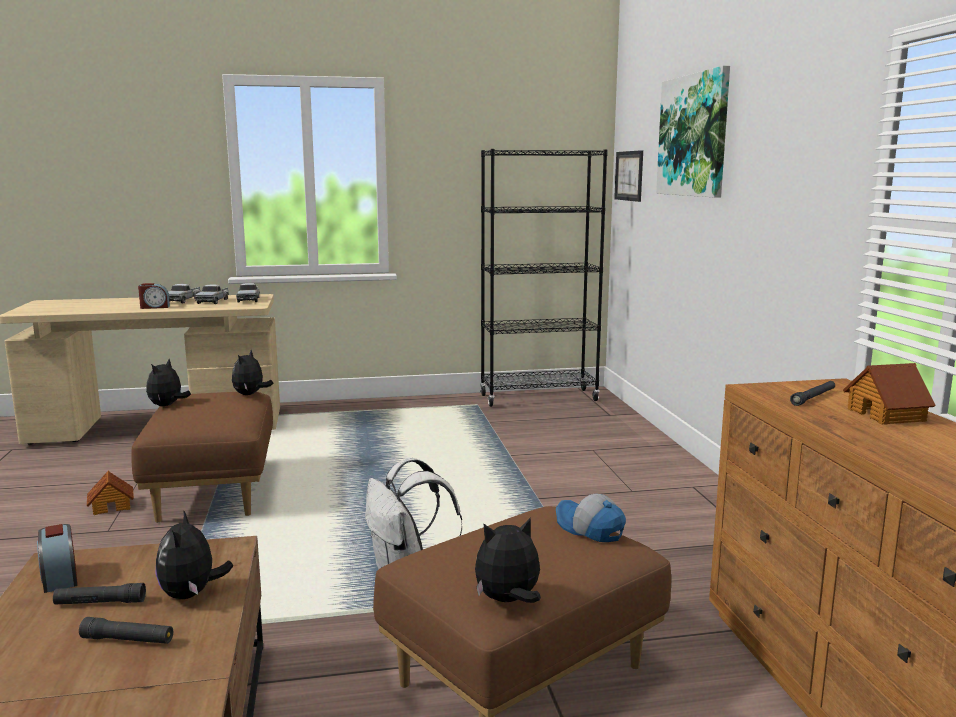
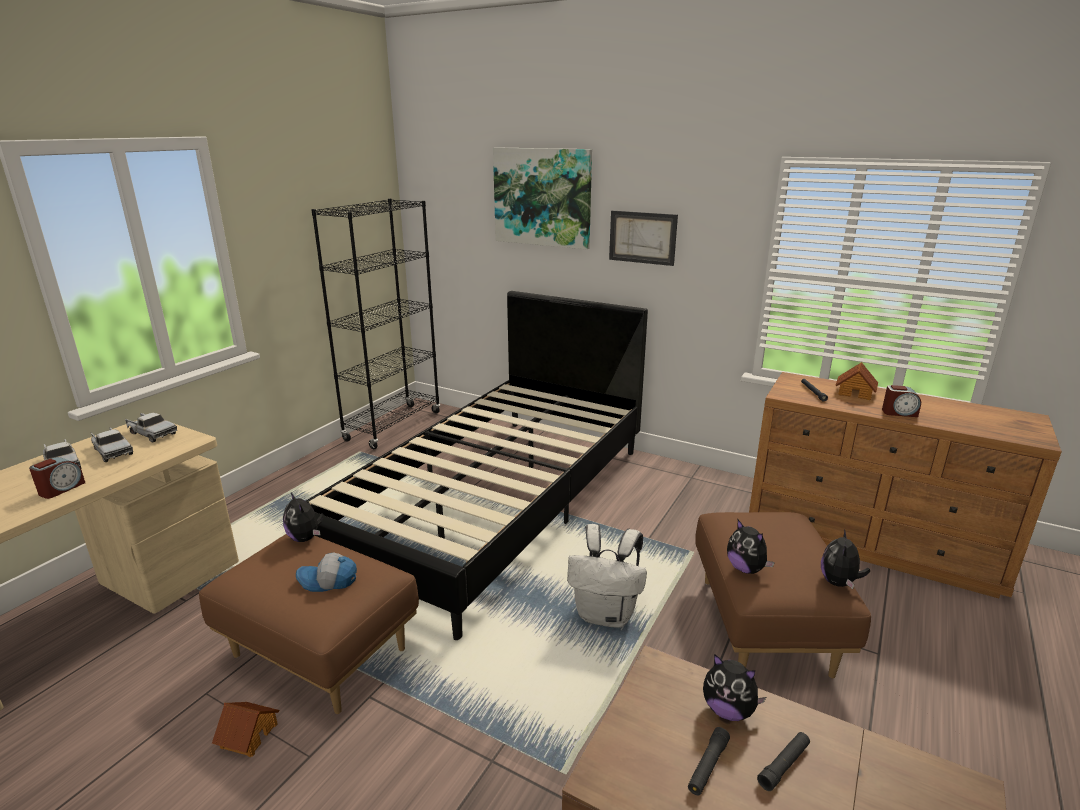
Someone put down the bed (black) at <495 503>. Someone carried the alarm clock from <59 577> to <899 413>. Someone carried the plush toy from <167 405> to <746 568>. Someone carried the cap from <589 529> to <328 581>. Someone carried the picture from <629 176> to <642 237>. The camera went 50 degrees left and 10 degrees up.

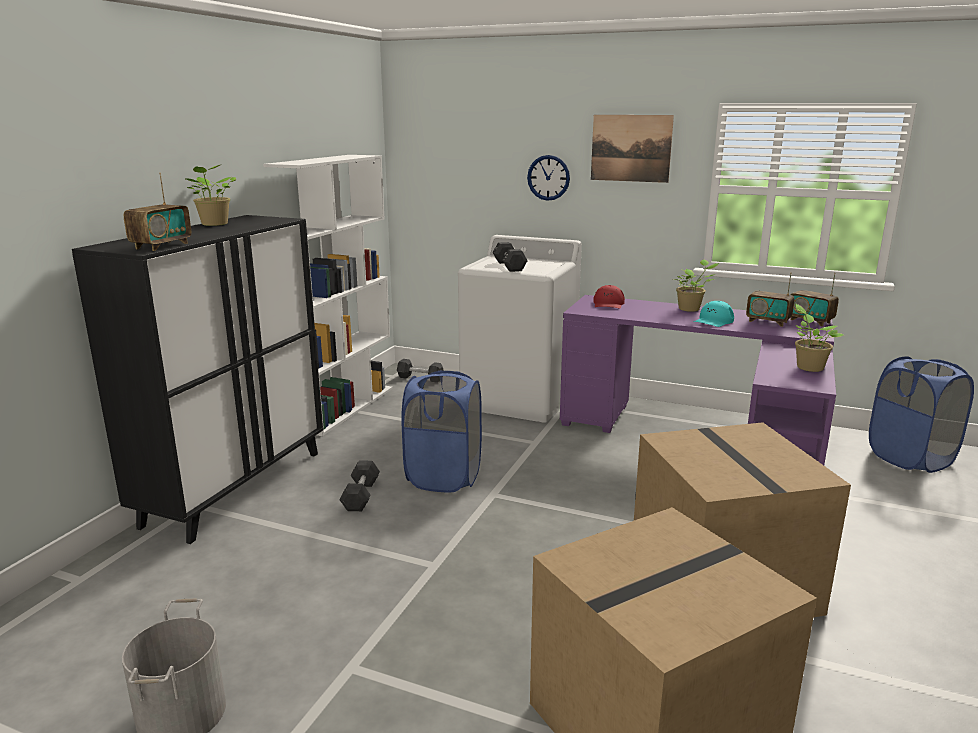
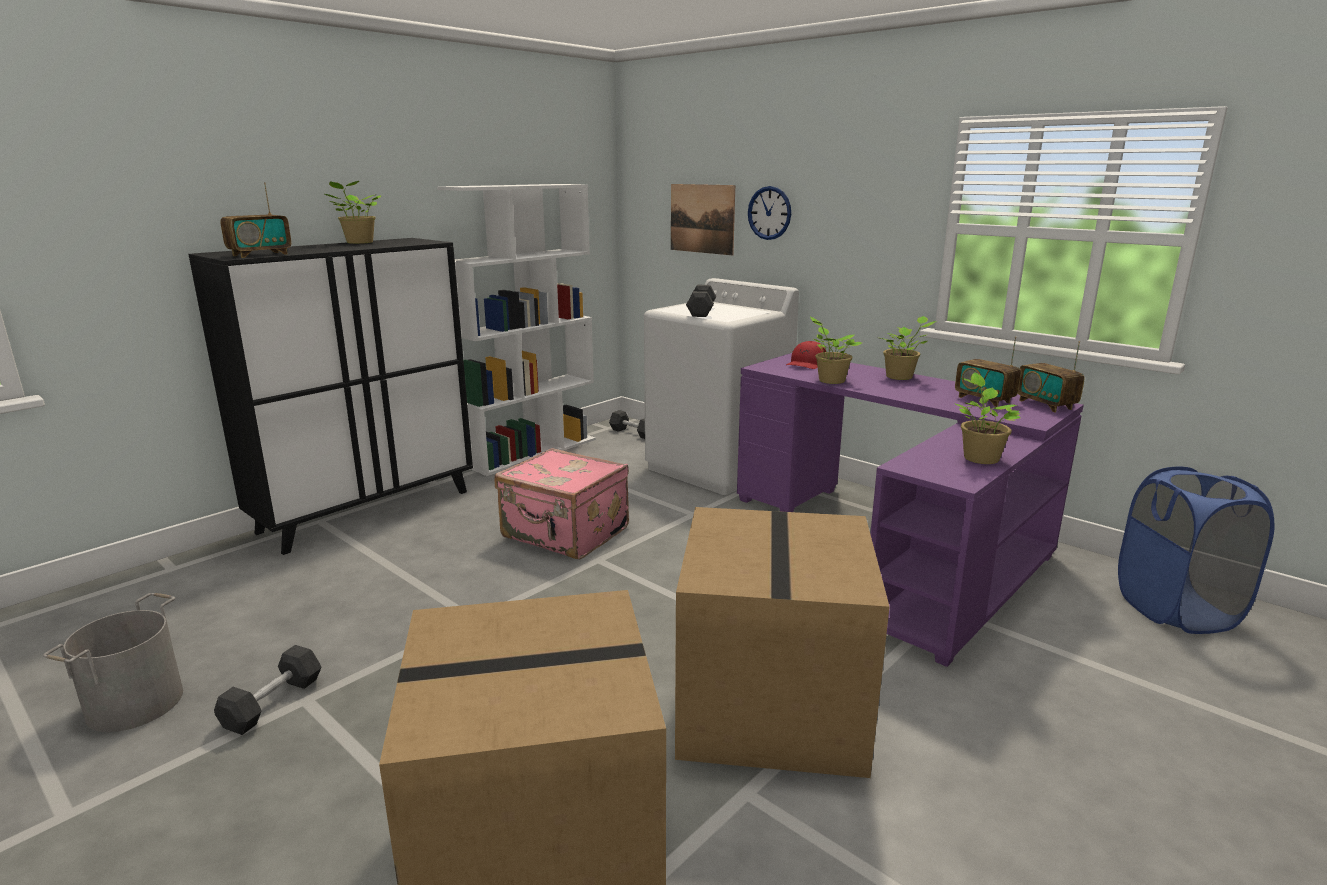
Someone took away the cap (turquoise) at <713 321>. Someone put down the potted plant at <829 380>. Someone carried the dumbbell (black) from <361 495> to <273 703>. Someone carried the picture from <631 148> to <702 218>. Someone swapped the laundry basket (blue) at <444 477> for the suitcase (pink) at <565 534>. The camera went 20 degrees right and 0 degrees up.

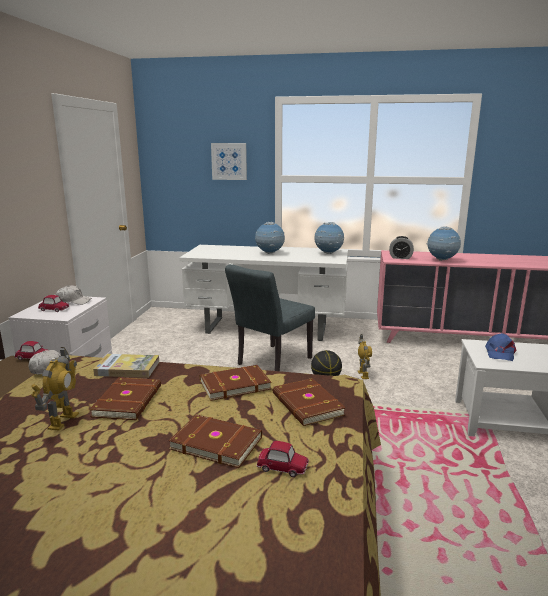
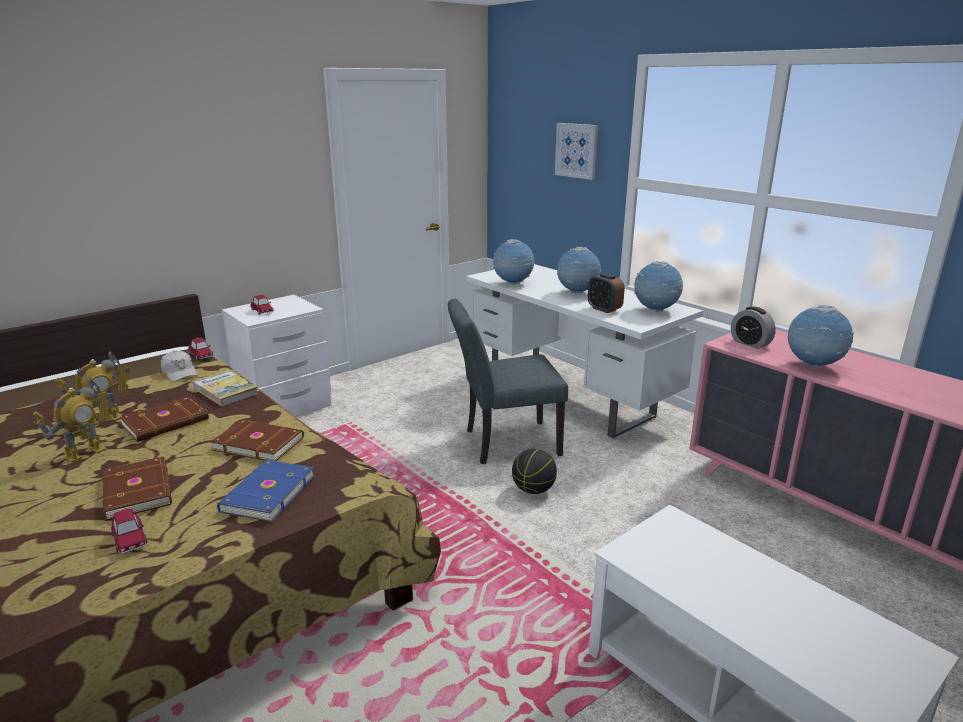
Someone took away the cap (white) at <74 301>. Someone took away the cap (blue) at <499 353>. Someone put down the globe at <513 284>. Someone put down the alarm clock at <604 309>. Someone carried the toy robot from <363 375> to <86 453>. Someone repainted the book (brown) at <306 405>, which became the book (blue) at <266 493>. The camera went 40 degrees right and 5 degrees up.

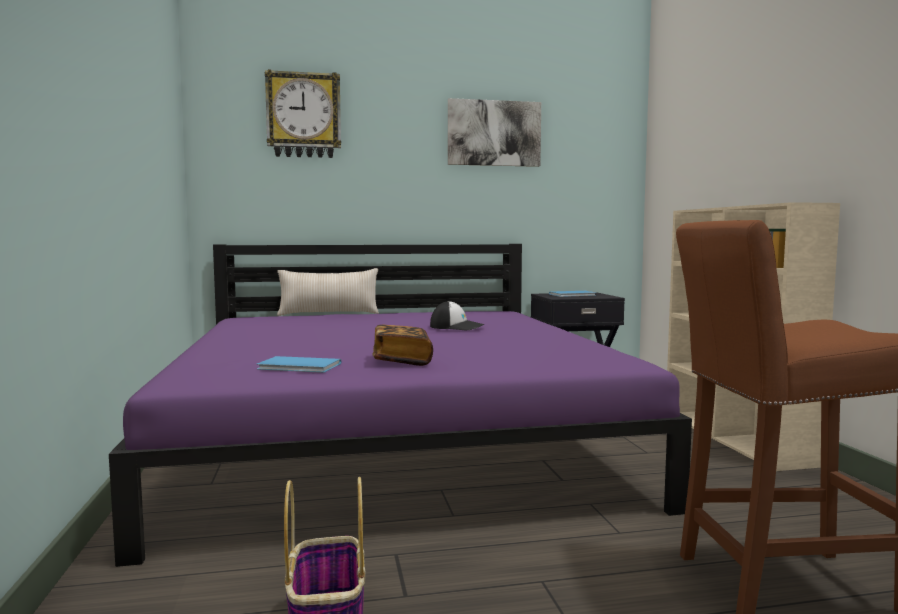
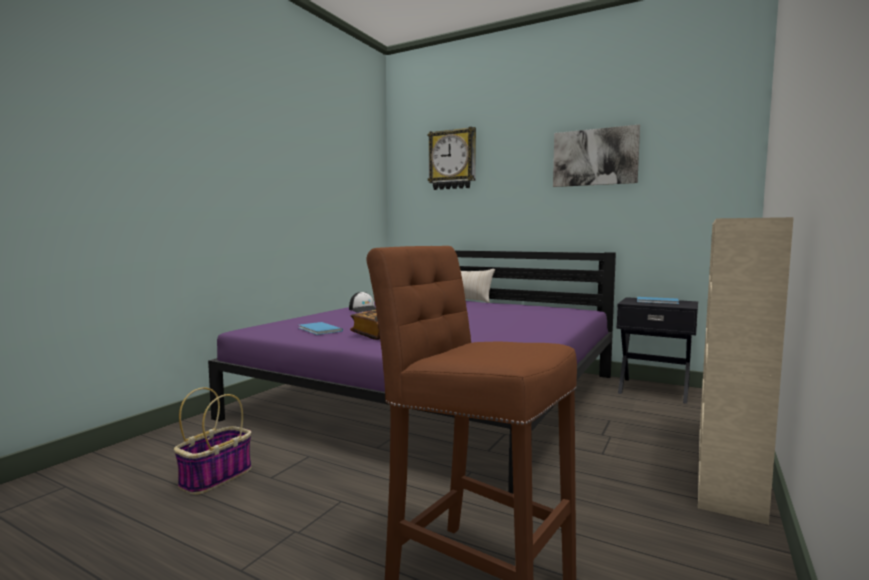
Someone carried the cap from <457 327> to <364 310>. The camera went 40 degrees right and 0 degrees up.

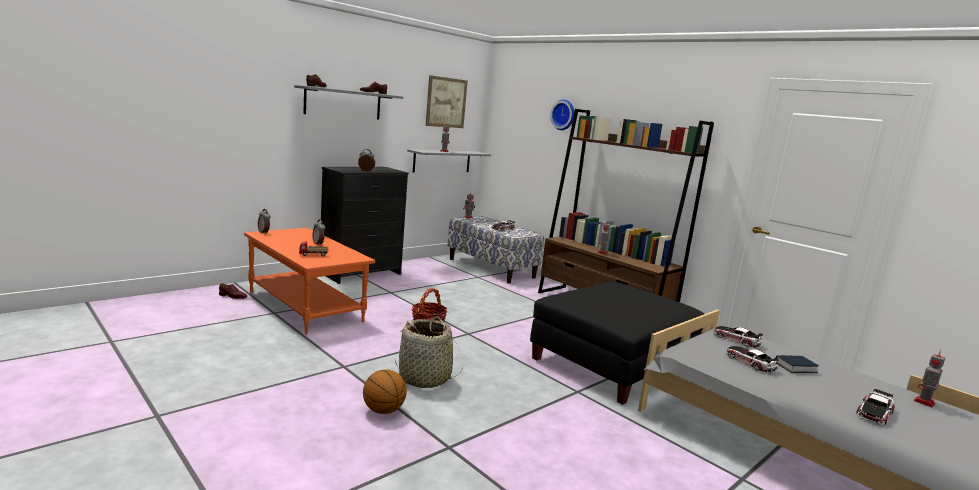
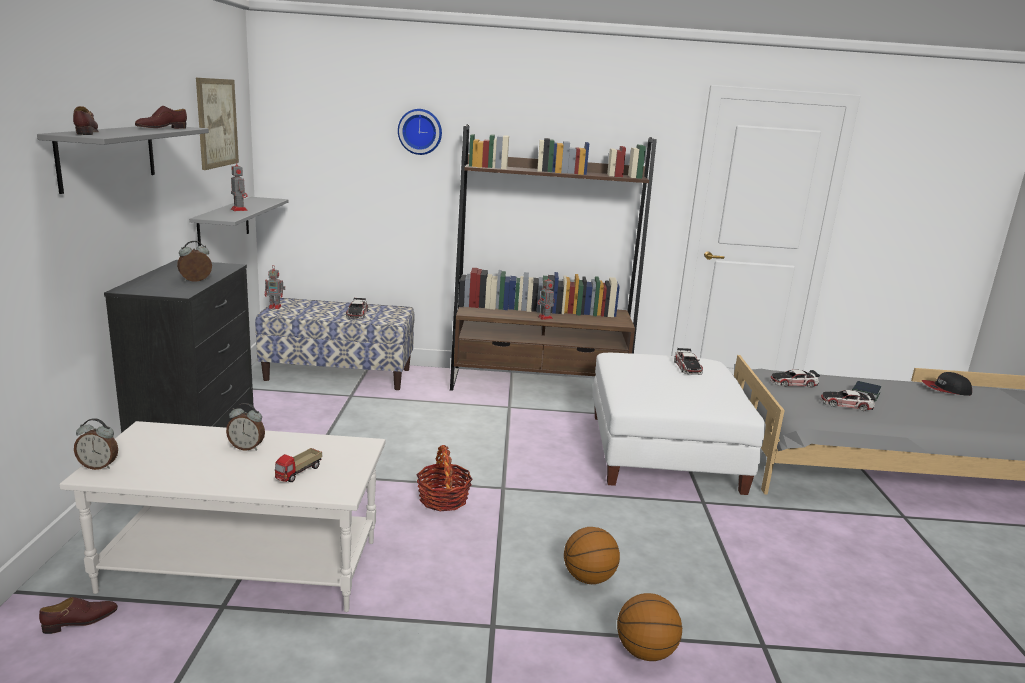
Someone carried the toy car from <874 413> to <687 367>. Someone swapped the basket at <425 378> for the basketball at <589 578>. Someone swapped the toy robot at <924 402> for the cap at <945 390>. Someone repainted the coffee table (orange) at <306 306>, which became the coffee table (white) at <245 564>. Someone repainted the ottoman (black) at <612 364>, which became the ottoman (white) at <664 452>. The camera went 45 degrees left and 5 degrees up.

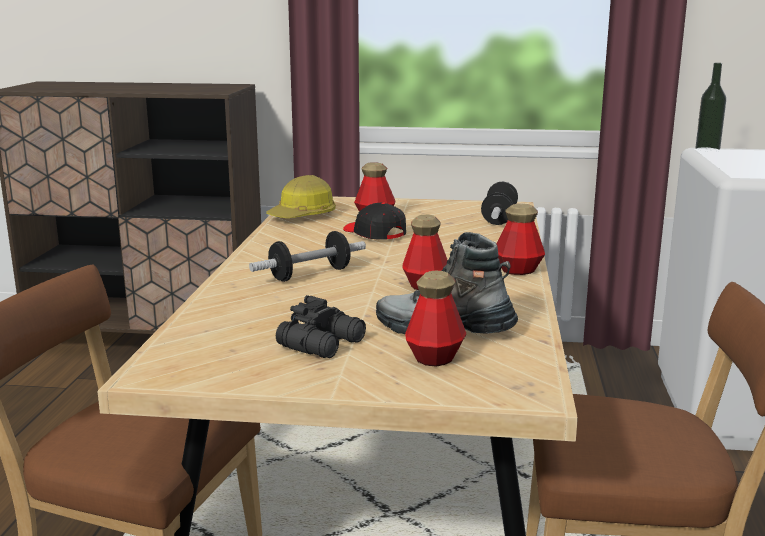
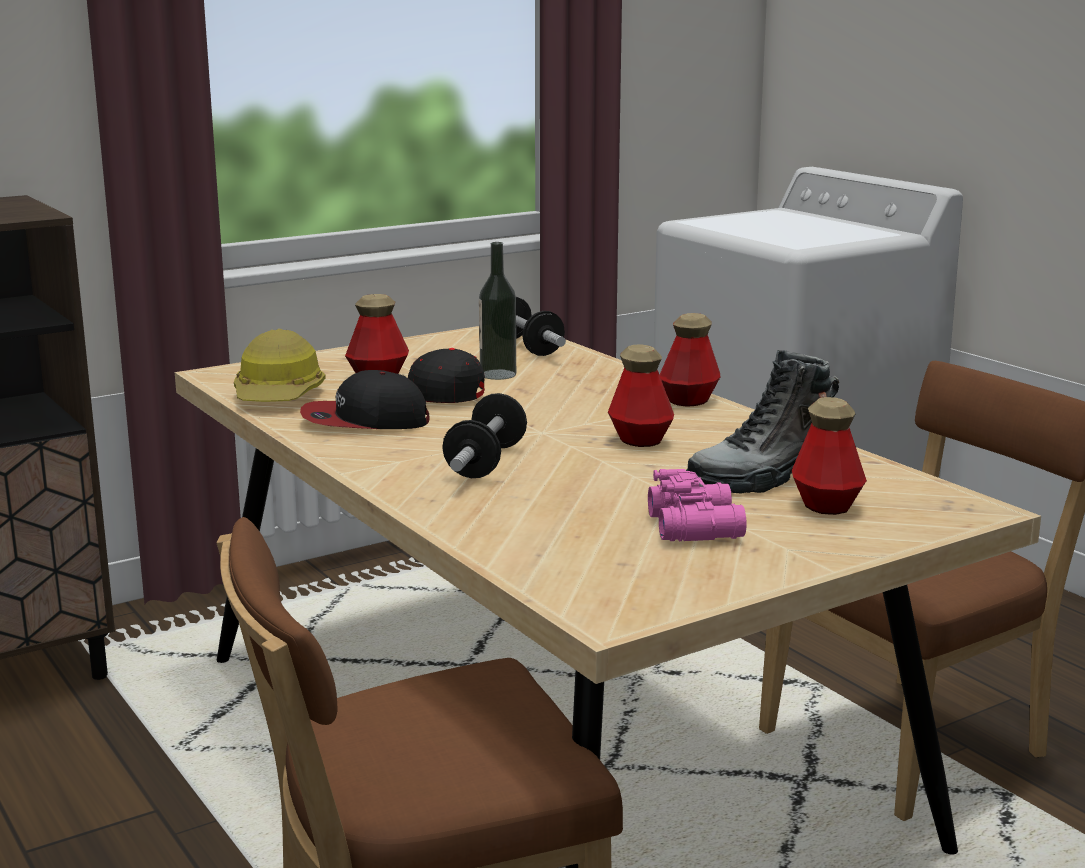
Someone put down the cap at <364 421>. Someone carried the bottle from <707 149> to <498 374>. Someone repainted the binoculars (black) at <324 344>, which became the binoculars (pink) at <697 526>. The camera went 40 degrees left and 0 degrees up.

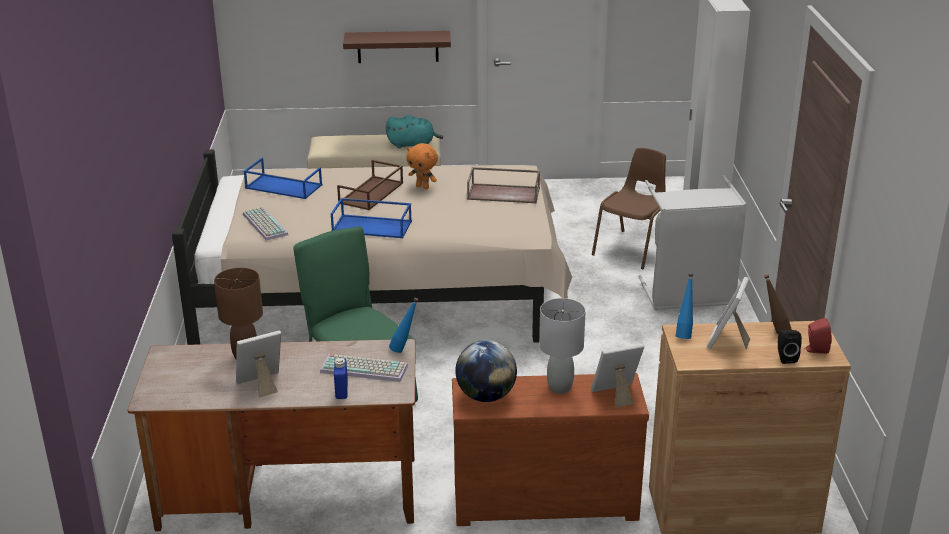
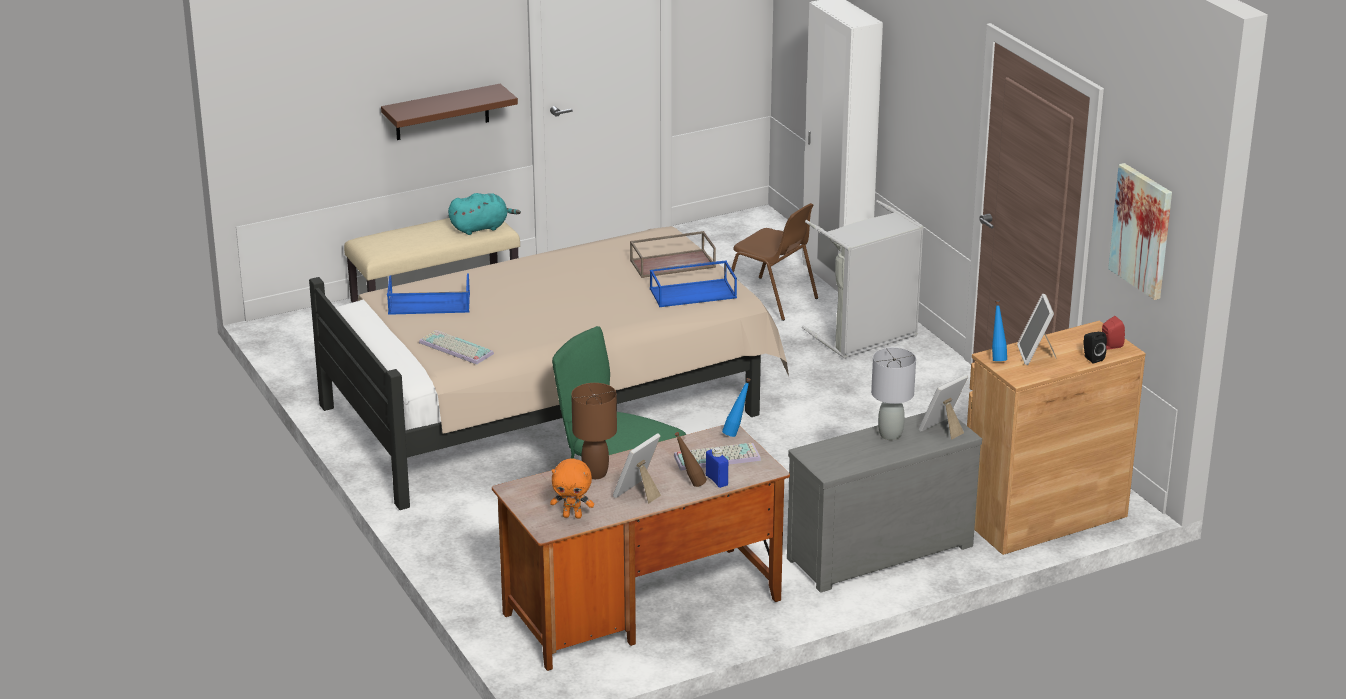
Someone took away the tray (brown) at <371 193>. Someone took away the globe at <486 396>. Someone put up the picture at <1142 230>. Someone carried the tray (blue) from <373 226> to <693 293>. Someone carried the plush toy (orange) from <423 187> to <572 516>. Someone carried the bottle (brown) from <774 331> to <690 484>. Someone repainted the dresser (brown) at <544 497>, which became the dresser (grey) at <877 550>. Someone rotated the chair (brown) at <632 249> by 120 degrees clockwise. The camera went 25 degrees left and 0 degrees up.

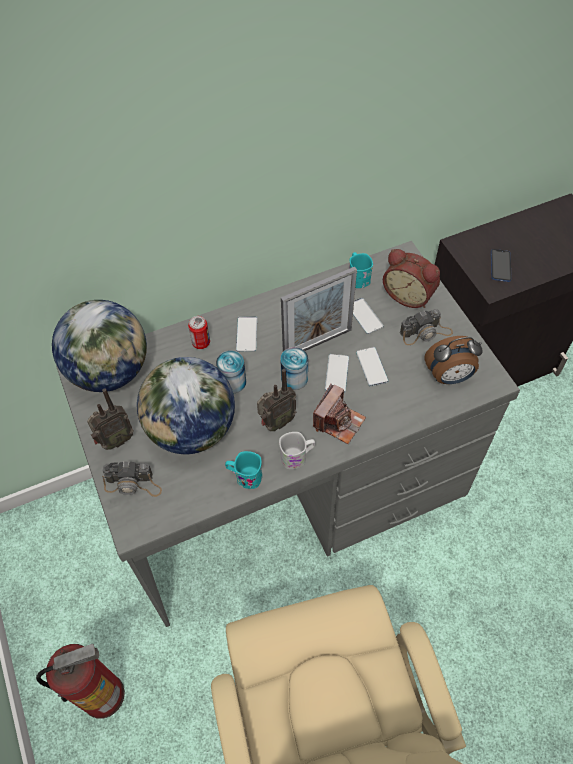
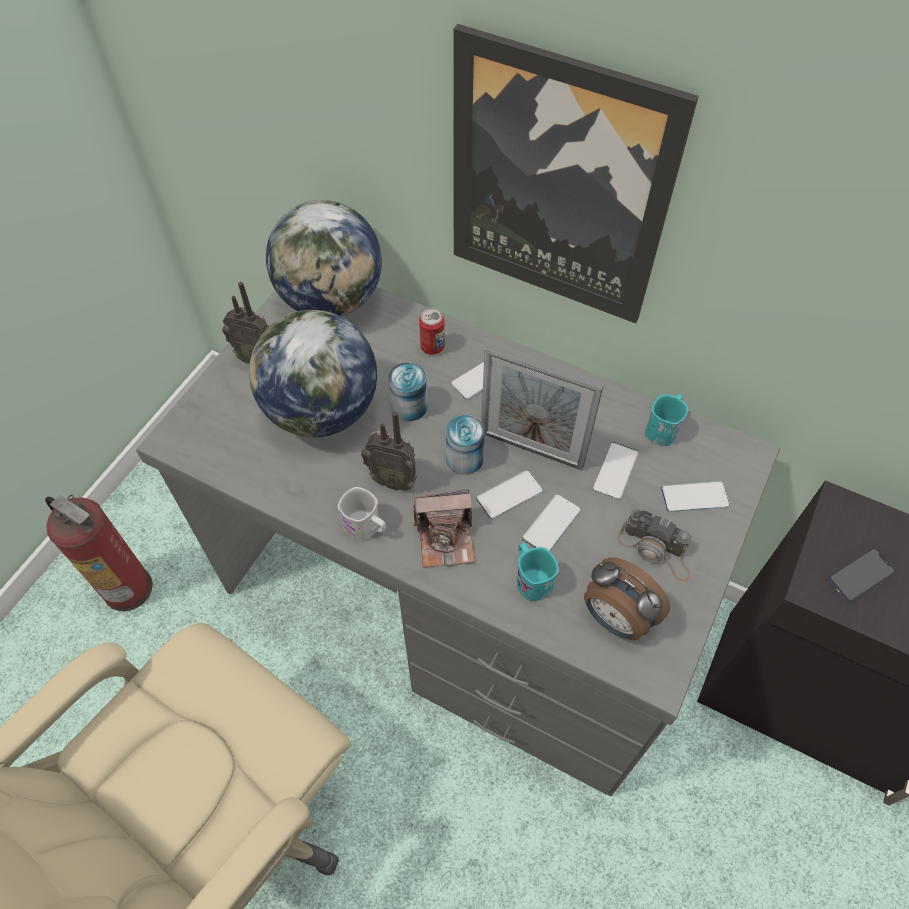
Someone took away the photo camera at <133 484>. Someone put up the picture at <559 183>. Someone carried the mug (turquoise) from <244 476> to <531 578>. Someone swapped the alarm clock at <409 294> for the phone at <694 497>. The camera went 50 degrees right and 0 degrees up.

